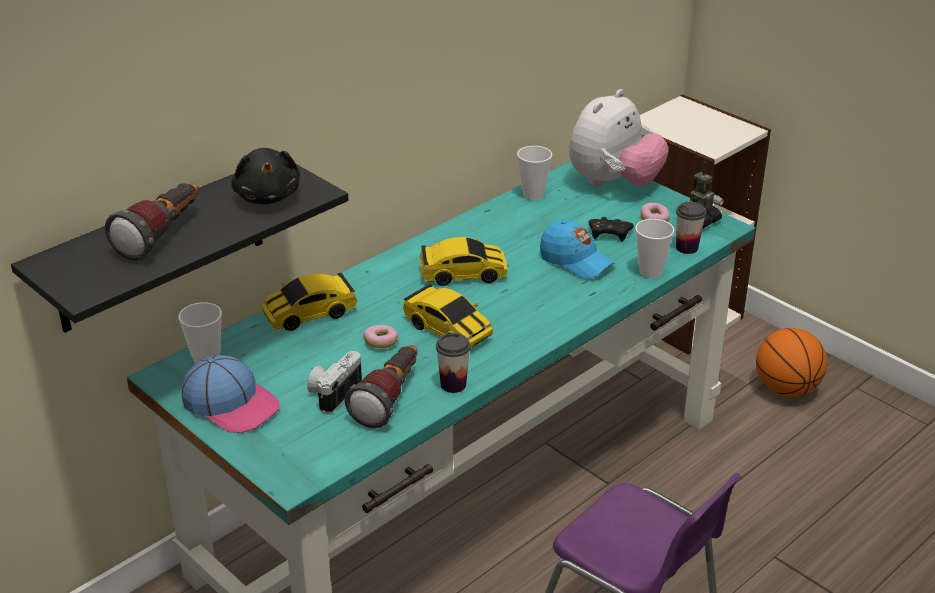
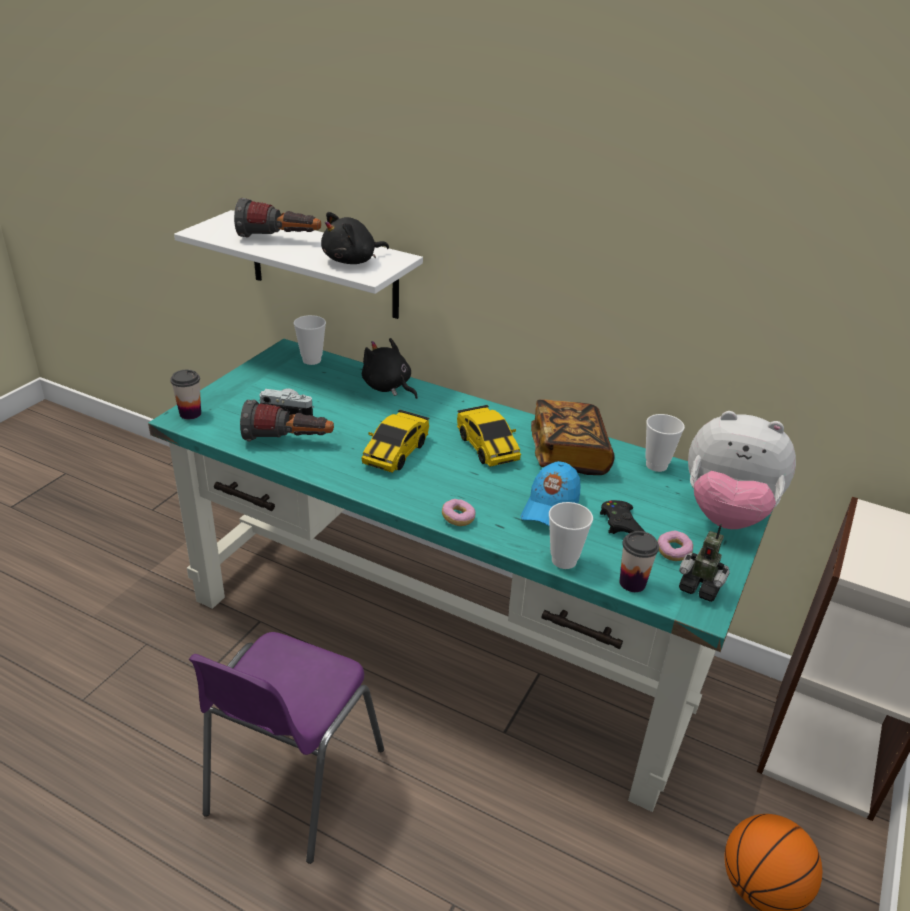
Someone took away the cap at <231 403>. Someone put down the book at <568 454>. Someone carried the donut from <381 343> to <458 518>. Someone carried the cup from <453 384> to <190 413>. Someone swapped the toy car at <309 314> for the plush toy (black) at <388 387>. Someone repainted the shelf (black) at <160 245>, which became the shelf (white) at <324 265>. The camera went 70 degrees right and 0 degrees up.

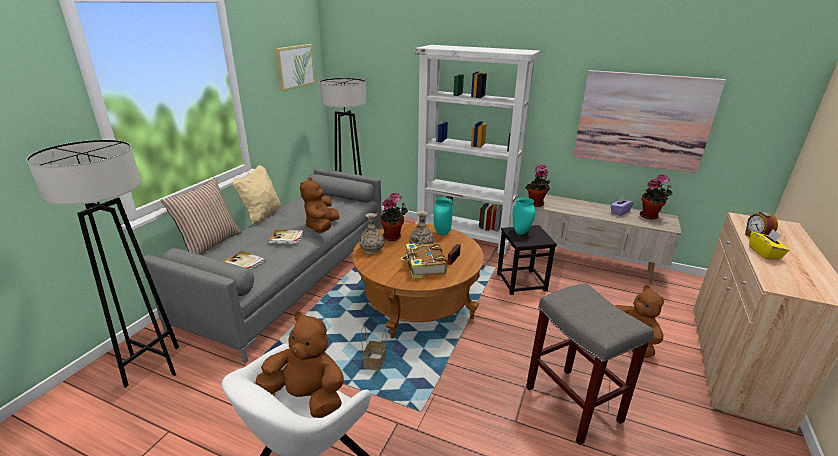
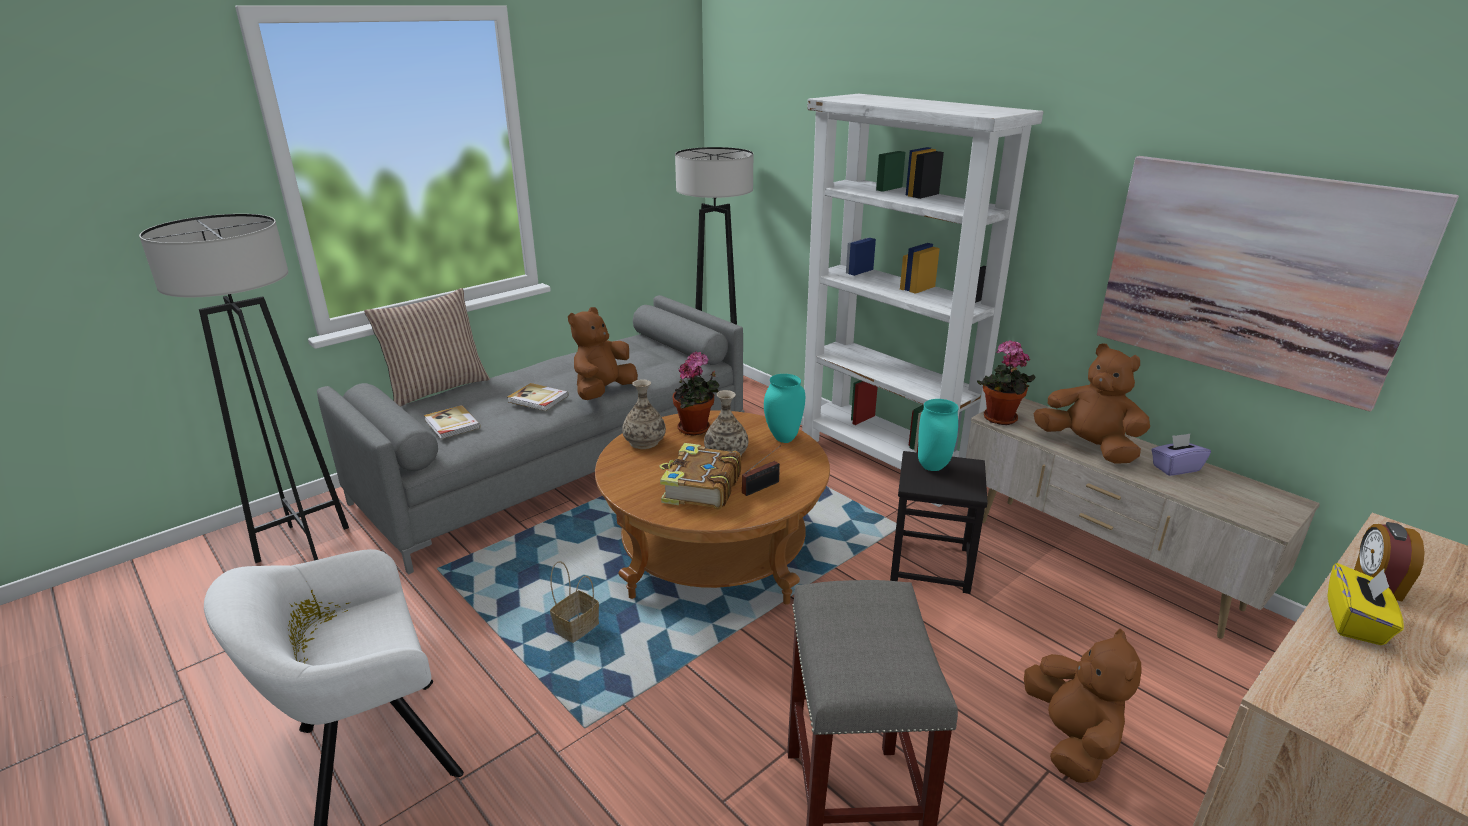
Someone took away the pillow (beige) at <262 216>. Someone took away the picture at <295 66>. Someone took away the potted plant at <650 216>. Someone carried the plush toy (brown) from <306 397> to <1088 447>. The camera went 25 degrees right and 0 degrees up.

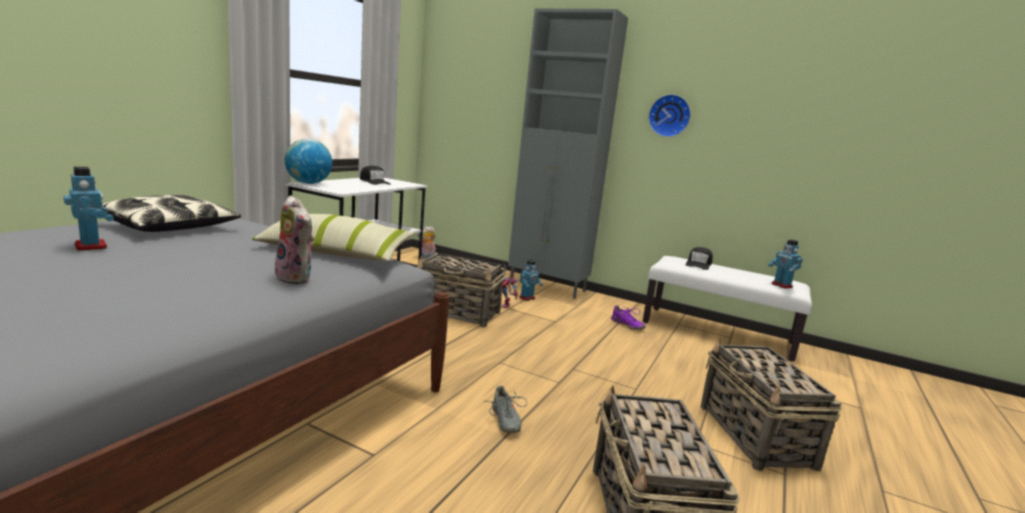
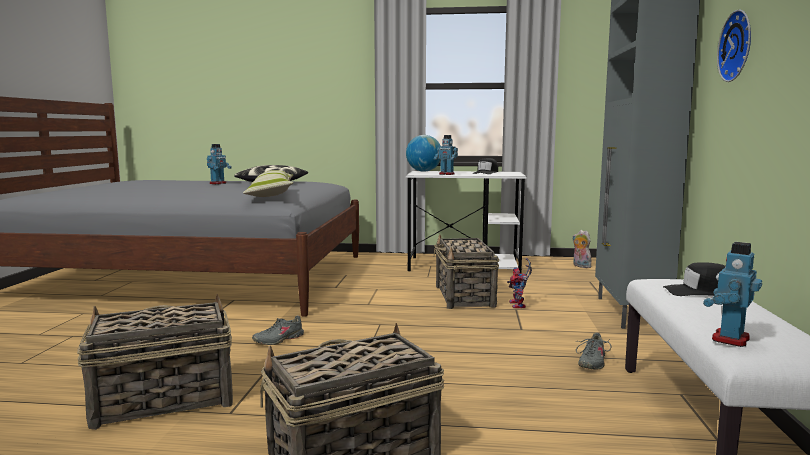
Someone took away the plush toy at <297 278>. Someone carried the toy robot from <527 298> to <446 174>. Someone repainted the shoe (purple) at <627 325>, which became the shoe (grey) at <591 362>. The camera went 70 degrees right and 5 degrees down.

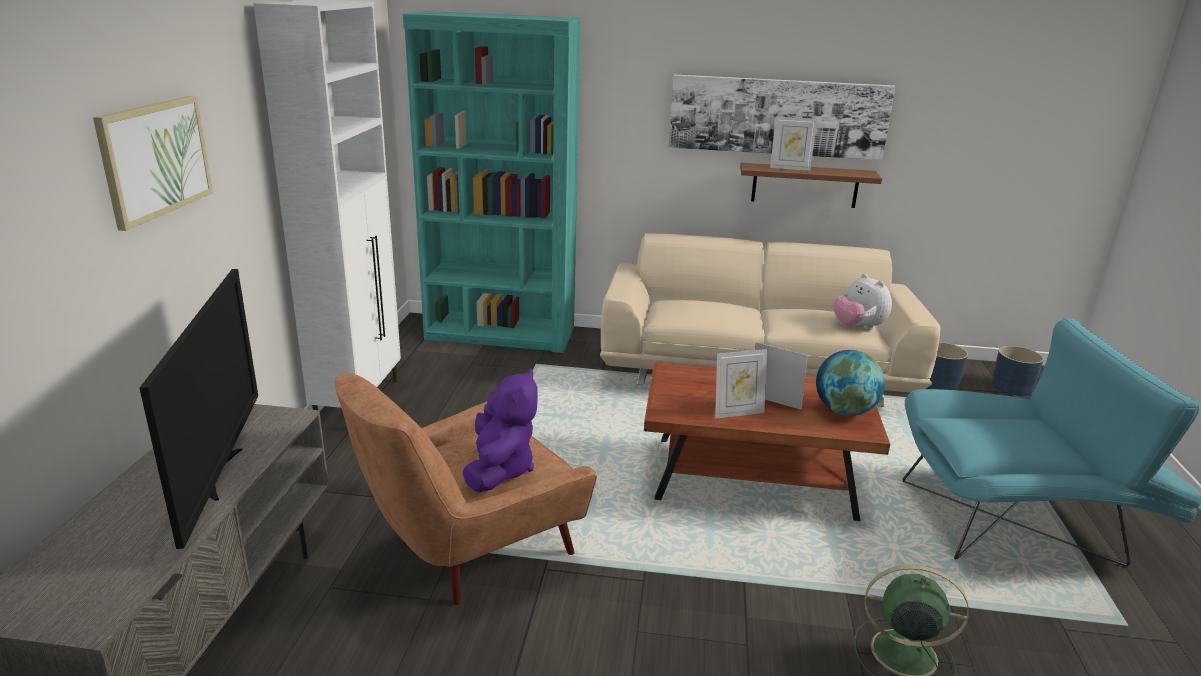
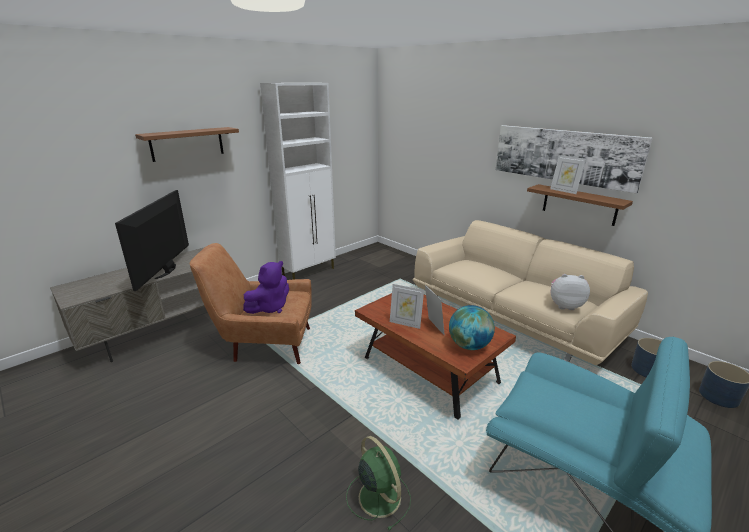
Someone took away the bookcase (turquoise) at <501 334>. Someone swapped the picture at <155 159> for the shelf (brown) at <187 144>. Someone rotated the television at <220 474> by 150 degrees clockwise. Someone rotated the plush toy at <858 327> by 90 degrees clockwise. The camera went 40 degrees right and 0 degrees up.

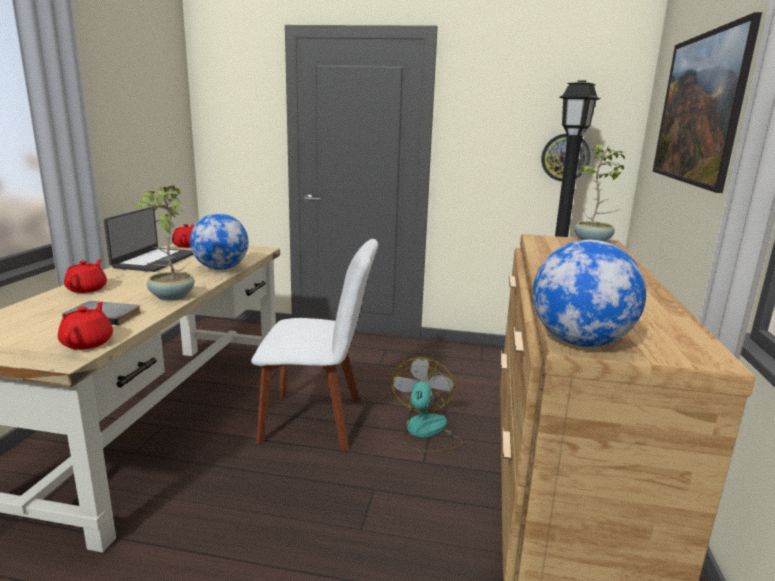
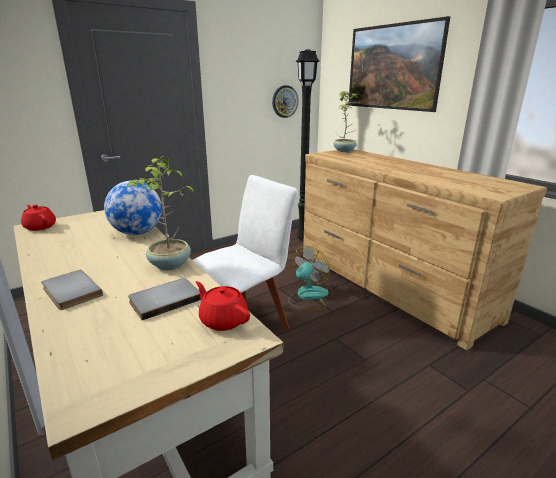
Someone took away the laptop at <154 260>. Someone took away the globe at <580 342>. Someone swapped the teapot (red) at <87 289> for the book (grey) at <69 292>. Someone rotated the fan at <425 432> by 75 degrees clockwise. The camera went 45 degrees left and 5 degrees up.

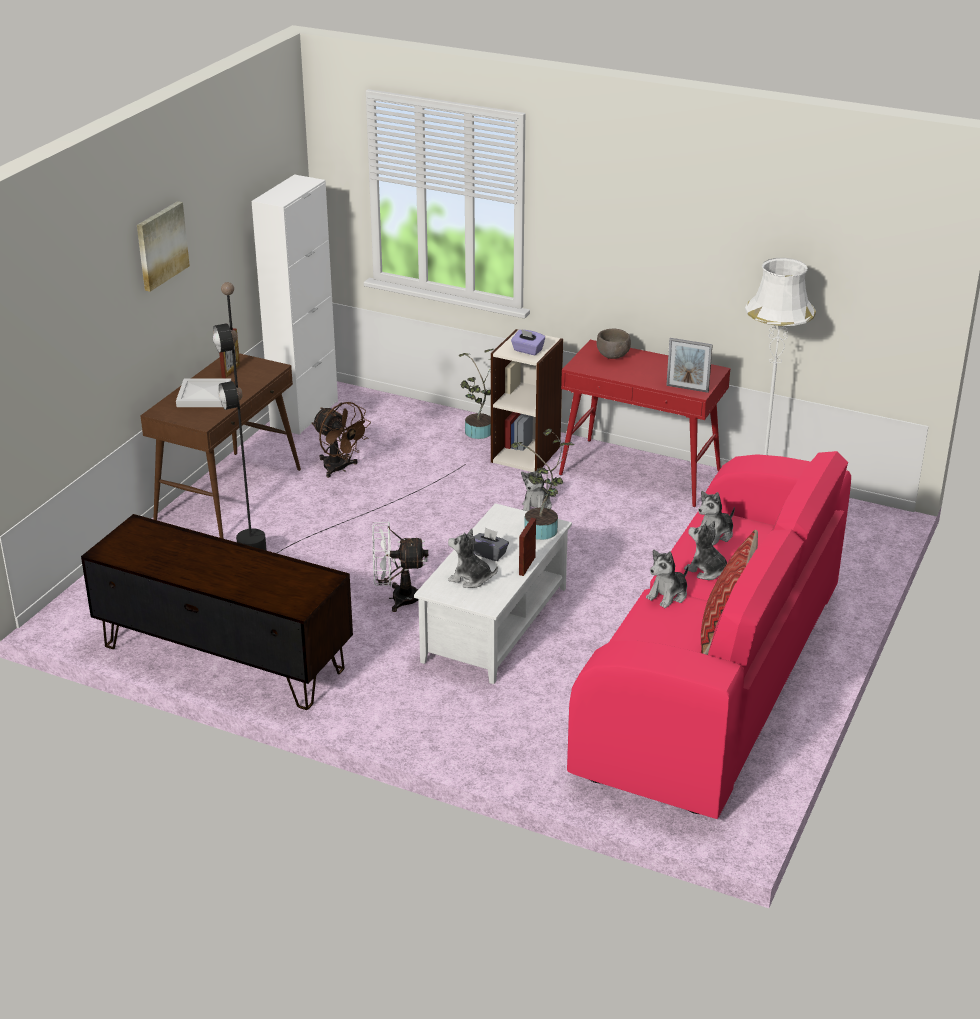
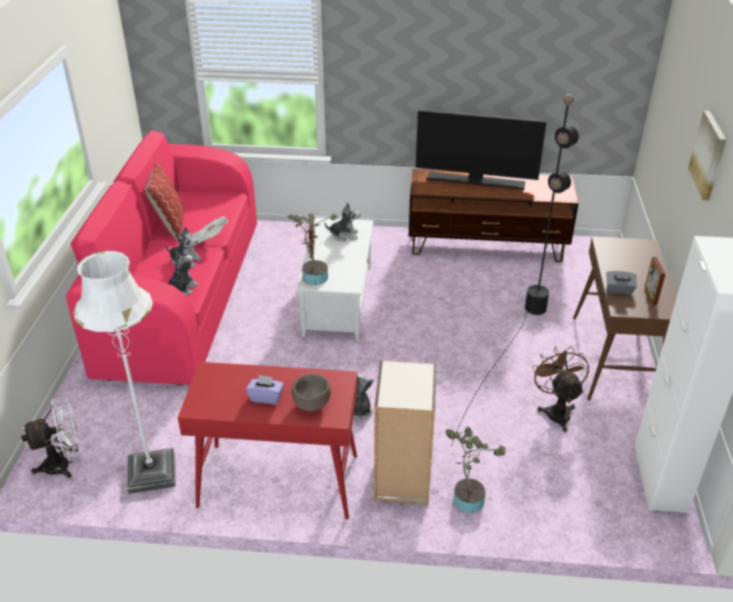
Someone took away the tray (white) at <205 395>. Someone took away the picture frame at <687 388>. Someone put down the television at <476 180>. Someone carried the fan (white) from <397 598> to <64 464>. Someone carried the tissue box (grey) from <489 554> to <619 290>. Someone carried the tissue box (purple) from <527 350> to <266 397>. Someone swapped the plush toy at <668 595> for the newspaper at <209 239>. Someone rotated the fan (brown) at <340 469> by 60 degrees clockwise. The camera went 160 degrees right and 5 degrees up.

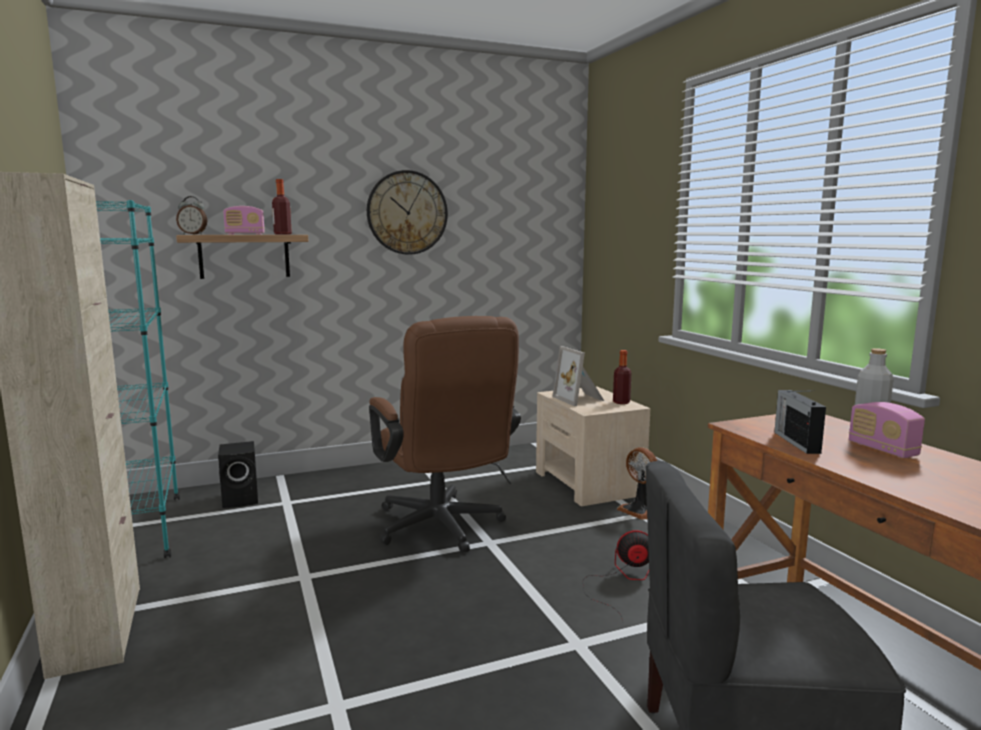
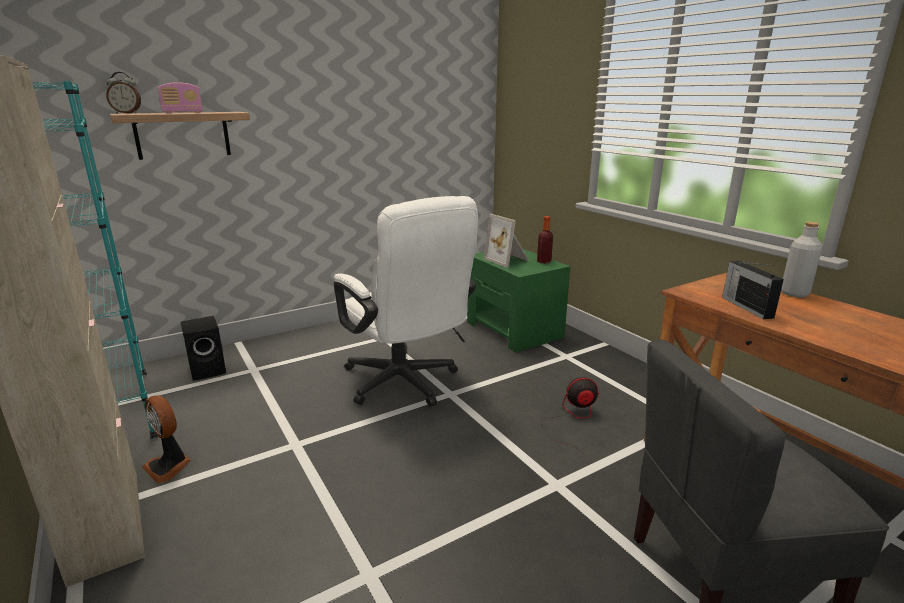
Someone took away the bottle at <282 234>. Someone took away the wall clock at <407 212>. Someone took away the radio at <882 450>. Someone carried the fan from <638 511> to <169 466>. Someone repainted the office chair (brown) at <443 529>, which became the office chair (white) at <406 385>. Someone repainted the nightstand (beige) at <588 483>, which became the nightstand (green) at <514 330>. The camera went 10 degrees left and 10 degrees up.

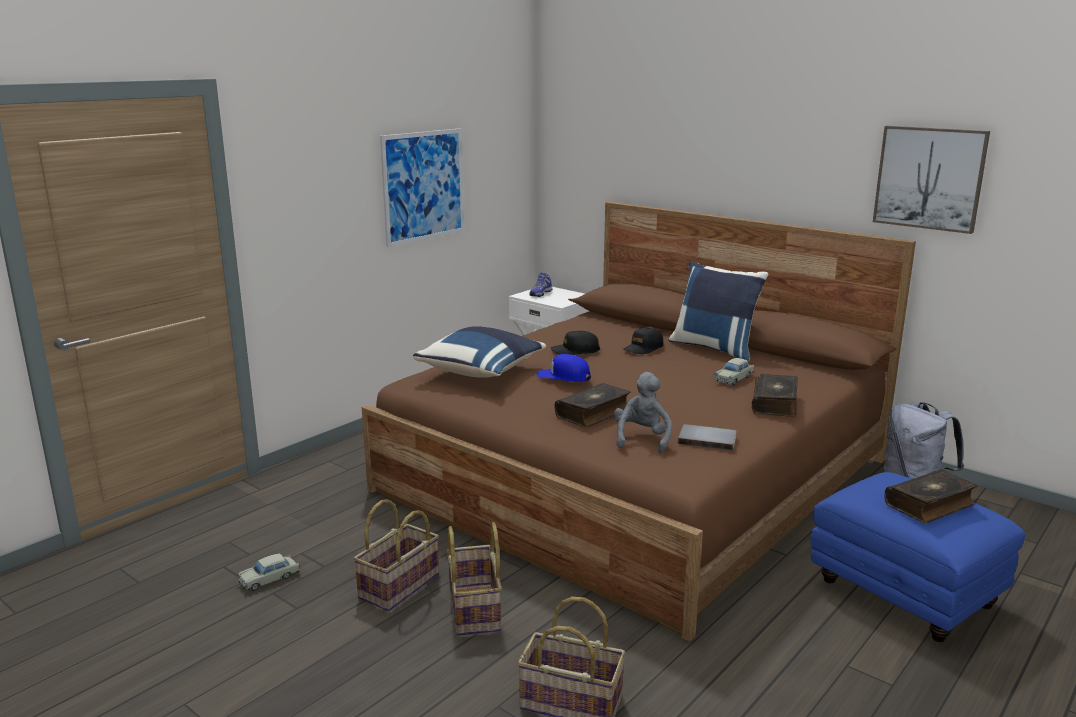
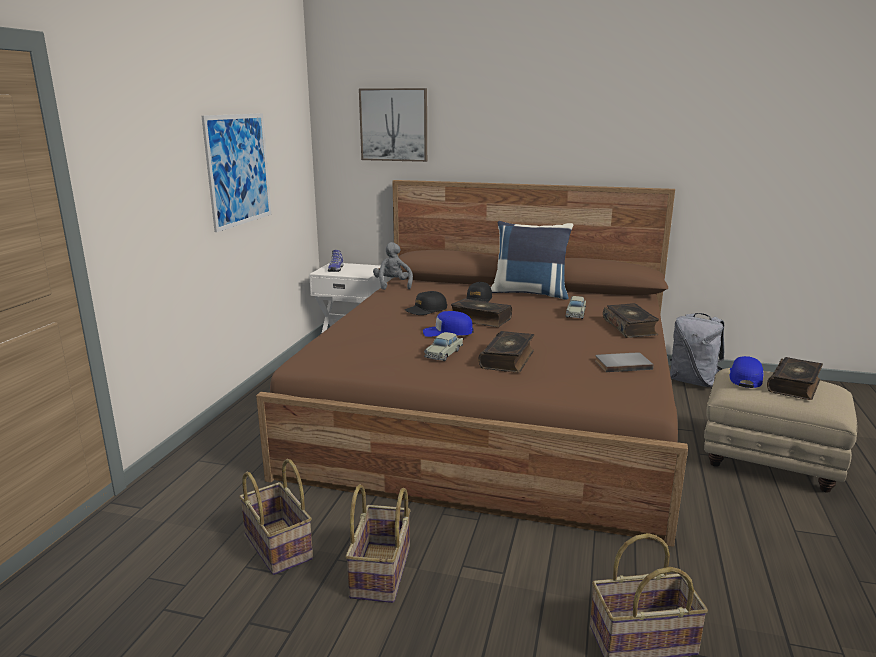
Someone took away the pillow (blue) at <482 371>. Someone put down the book at <480 320>. Someone put down the cap (blue) at <745 378>. Someone carried the toy car (beige) from <269 579> to <444 353>. Someone carried the basket from <476 609> to <279 546>. Someone carried the plush toy (grey) from <642 439> to <393 285>. Someone carried the picture from <929 178> to <394 125>. Someone repainted the ottoman (blue) at <903 593>, which became the ottoman (beige) at <767 461>. The camera went 25 degrees left and 0 degrees up.

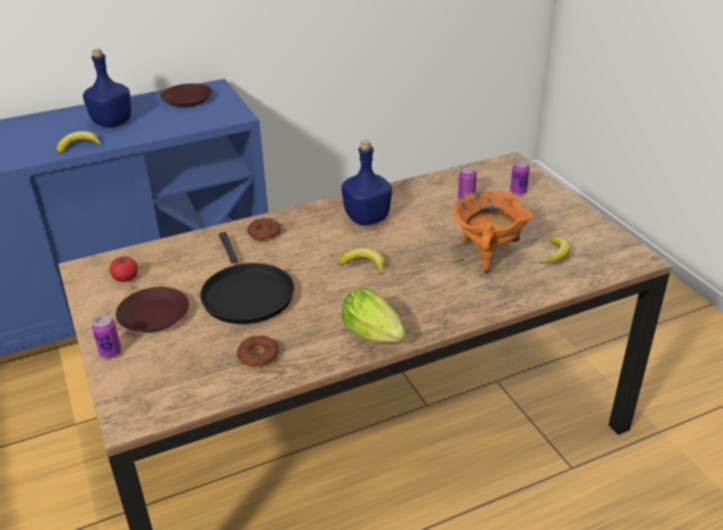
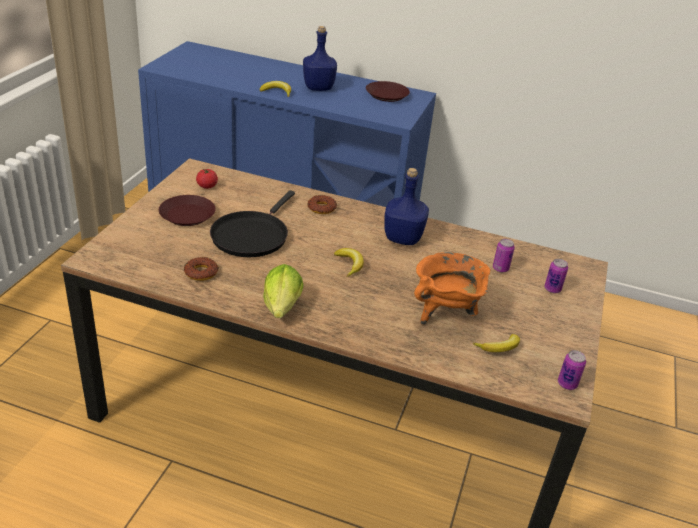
Someone carried the can from <110 353> to <567 384>. The camera went 40 degrees right and 0 degrees up.

